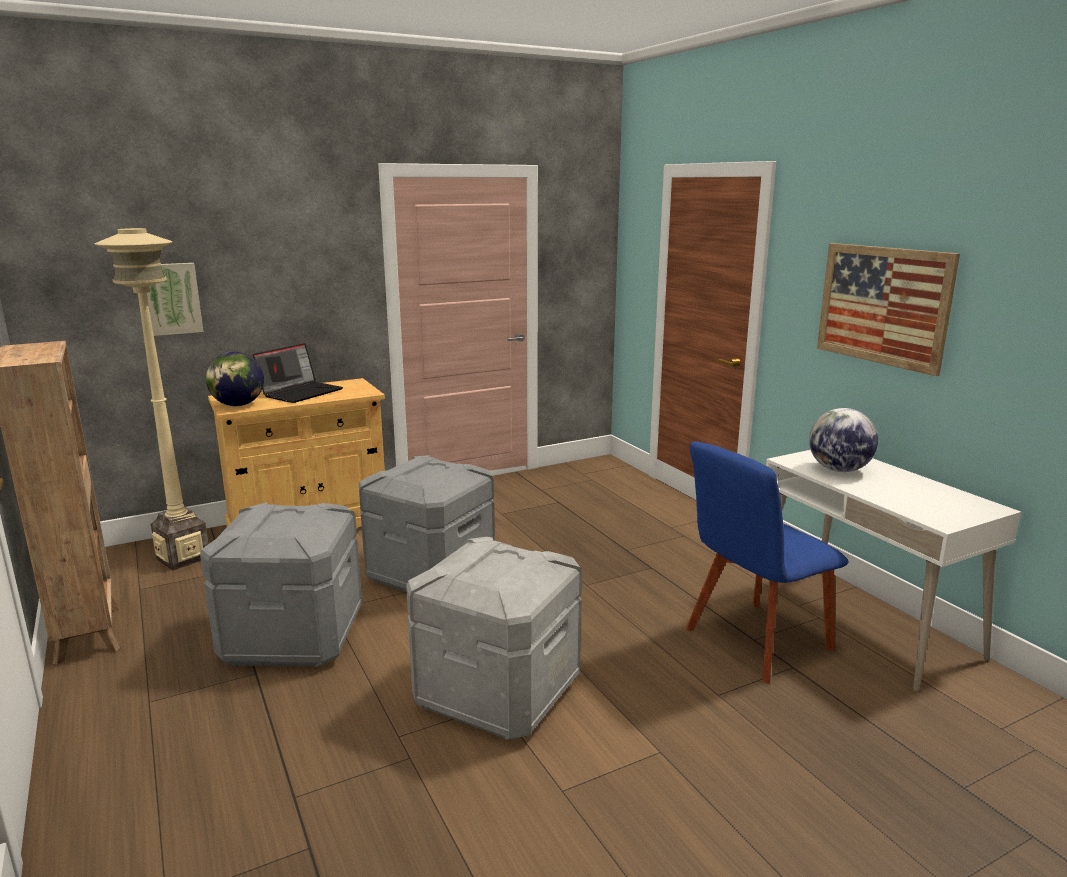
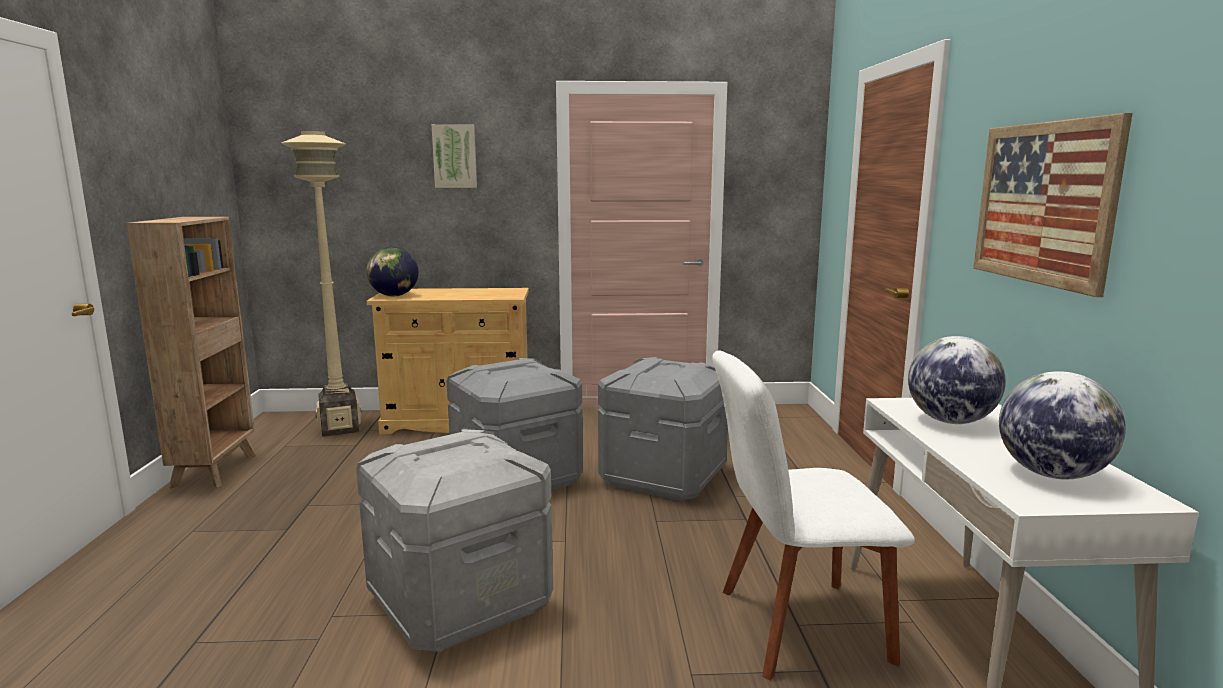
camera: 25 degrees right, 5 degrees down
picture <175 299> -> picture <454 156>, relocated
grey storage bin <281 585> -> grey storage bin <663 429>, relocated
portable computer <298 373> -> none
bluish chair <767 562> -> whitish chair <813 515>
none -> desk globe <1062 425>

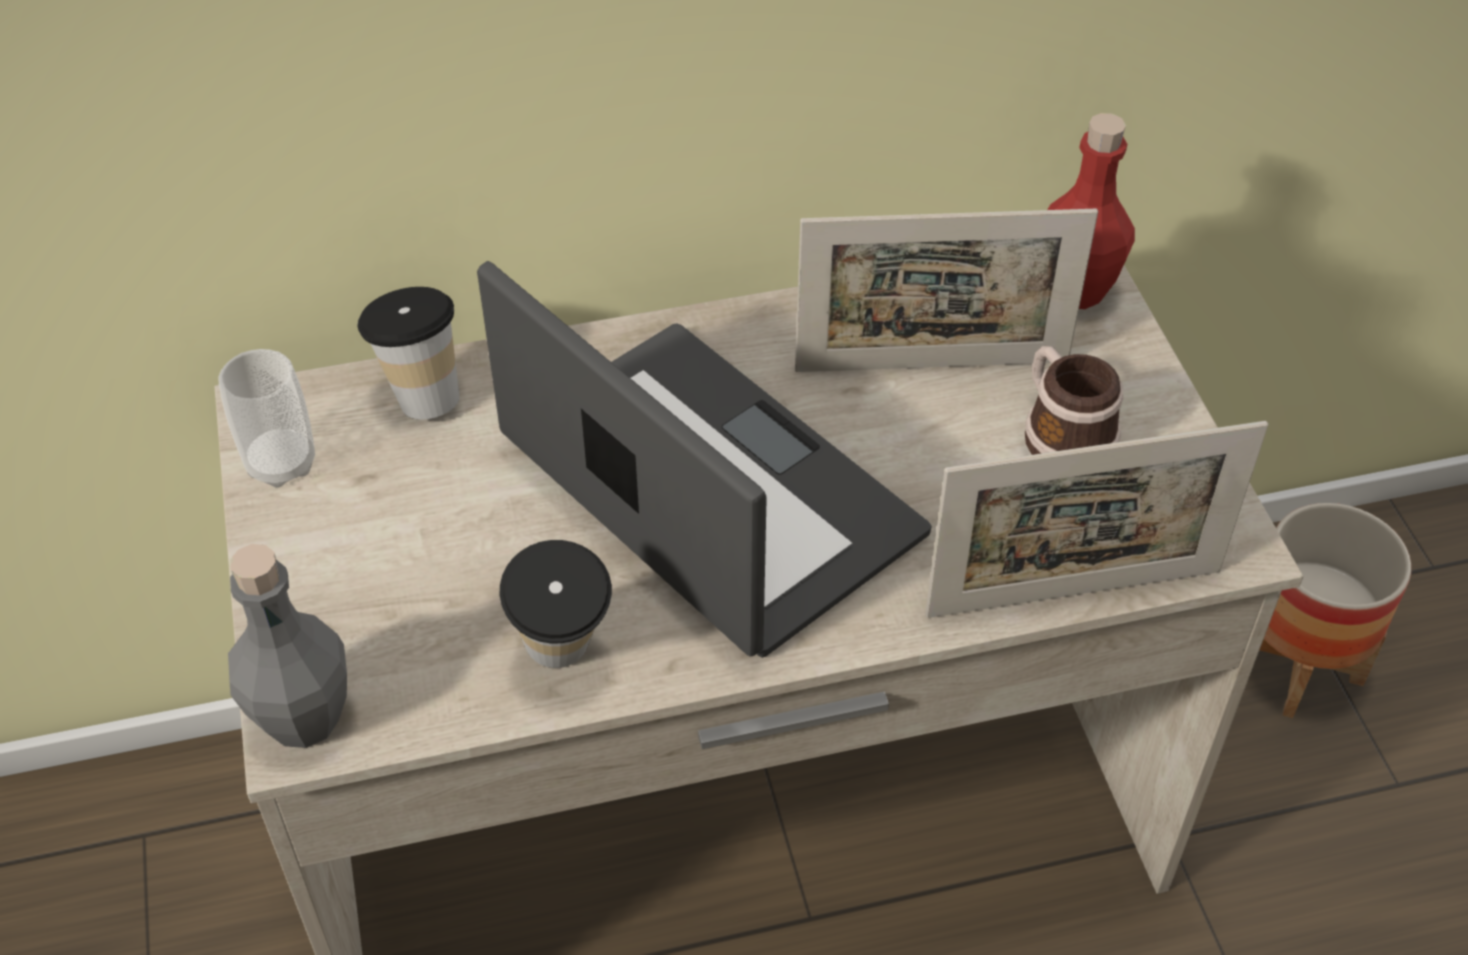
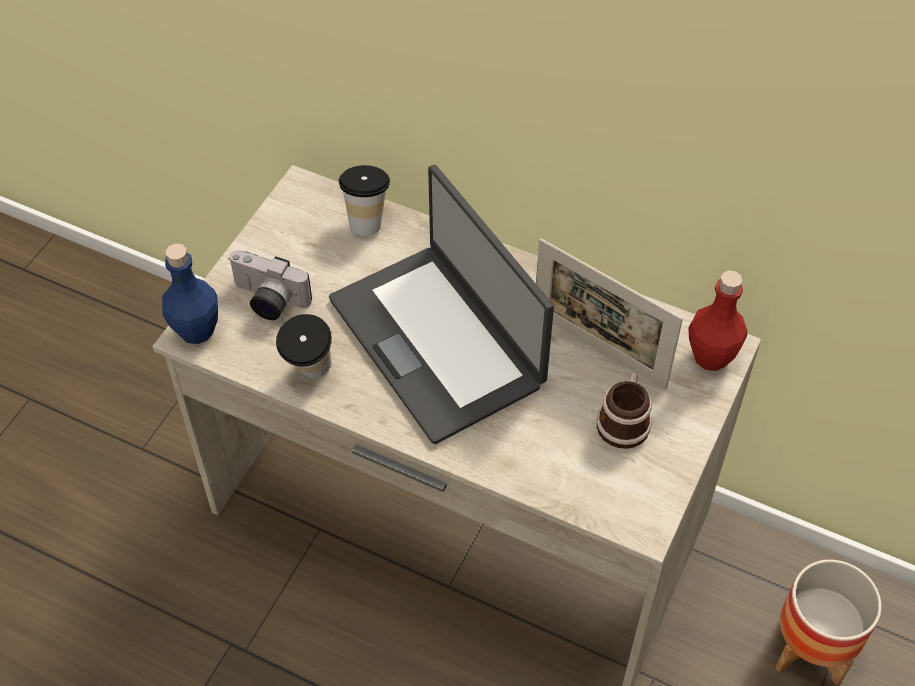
camera: 40 degrees right, 5 degrees up
drinking cup <266 418> -> none
grey drink bottle <287 646> -> bluish drink bottle <190 294>
portable computer <704 459> -> portable computer <441 304>, 150 degrees clockwise
standing frame <1096 519> -> none
none -> still camera <270 285>

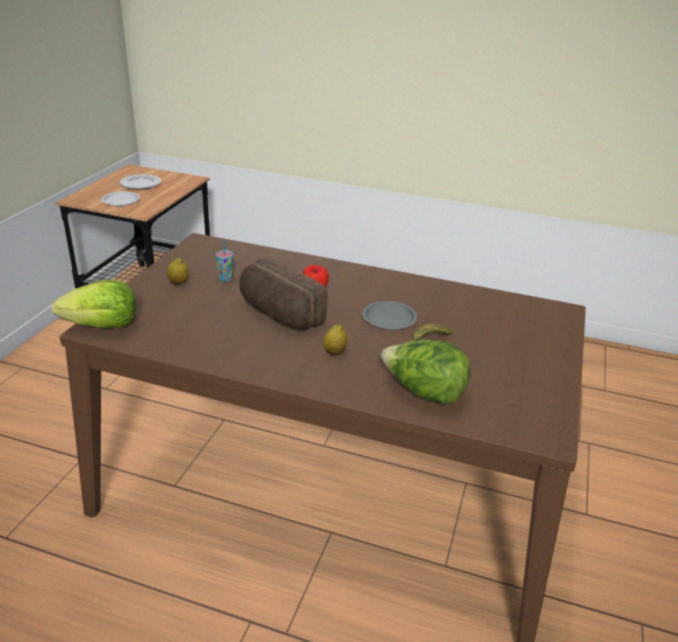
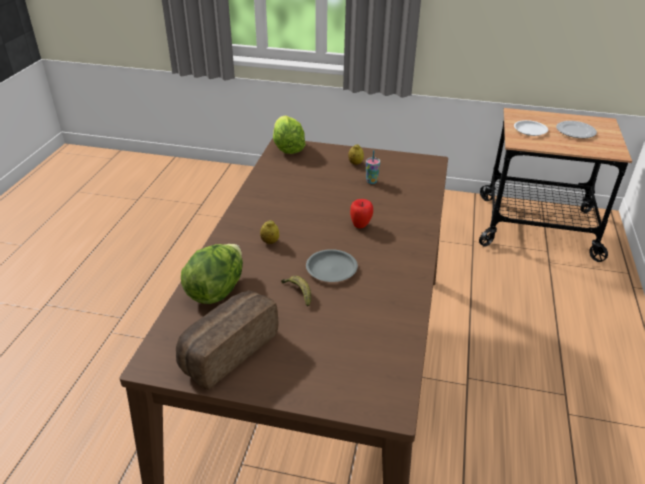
camera: 85 degrees right, 5 degrees up
bread <283 293> -> bread <227 340>, relocated

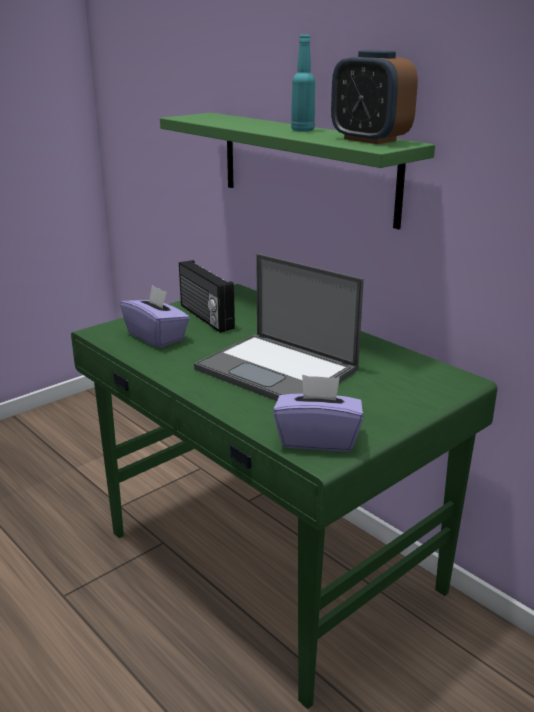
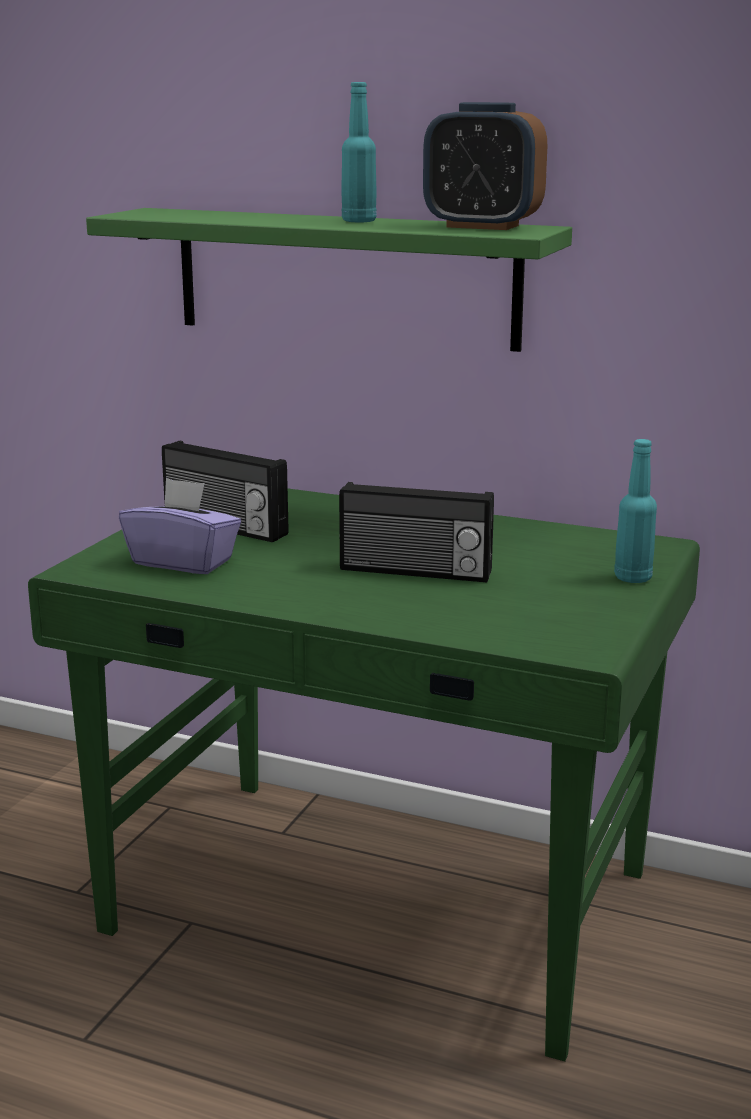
camera: 25 degrees left, 5 degrees down
portable computer <279 327> -> radio receiver <416 532>
purple tissue box <318 413> -> none
none -> turquoise-coloured drink bottle <635 511>

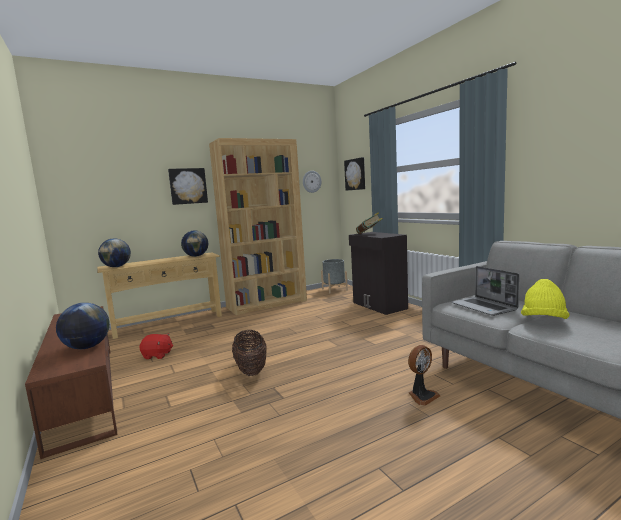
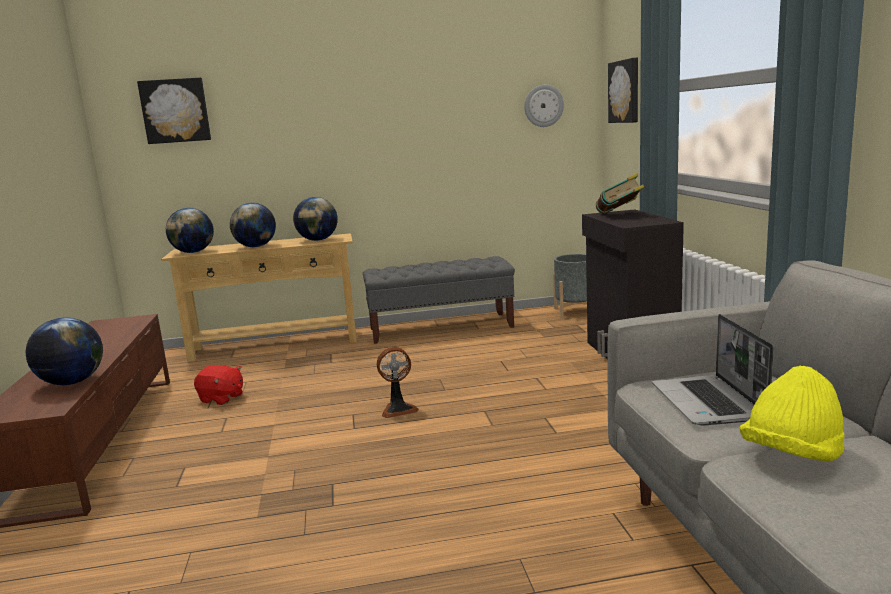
camera: 20 degrees right, 5 degrees up
picture <188 186> -> picture <174 110>, relocated
brown-coloured bookshelf <258 226> -> grey indoor bench <439 300>
basket <249 353> -> none
cooling fan <424 375> -> cooling fan <398 382>, relocated
none -> desk globe <253 225>

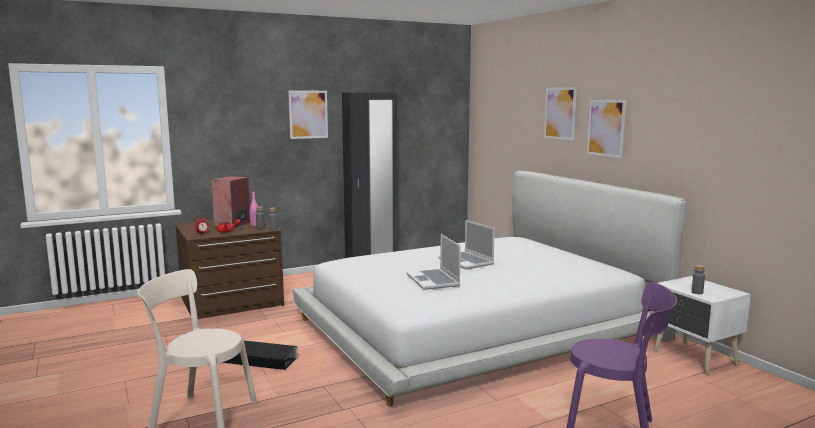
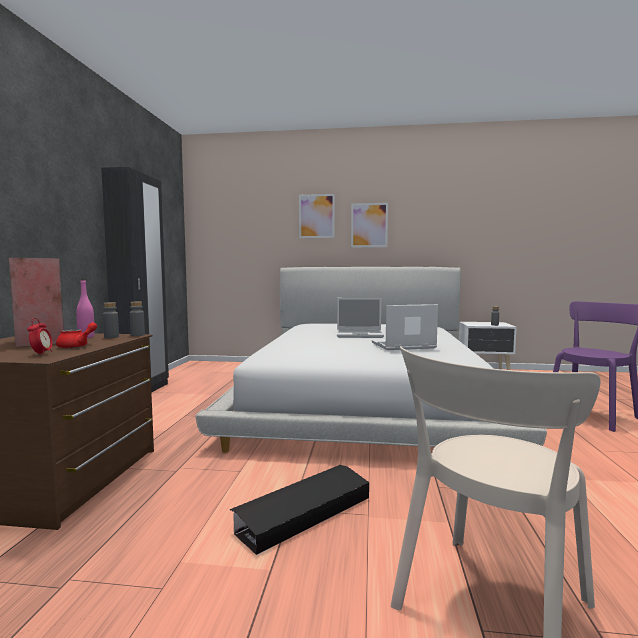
camera: 55 degrees left, 5 degrees down
picture <308 115> -> none
portable computer <434 262> -> portable computer <405 327>, 150 degrees clockwise

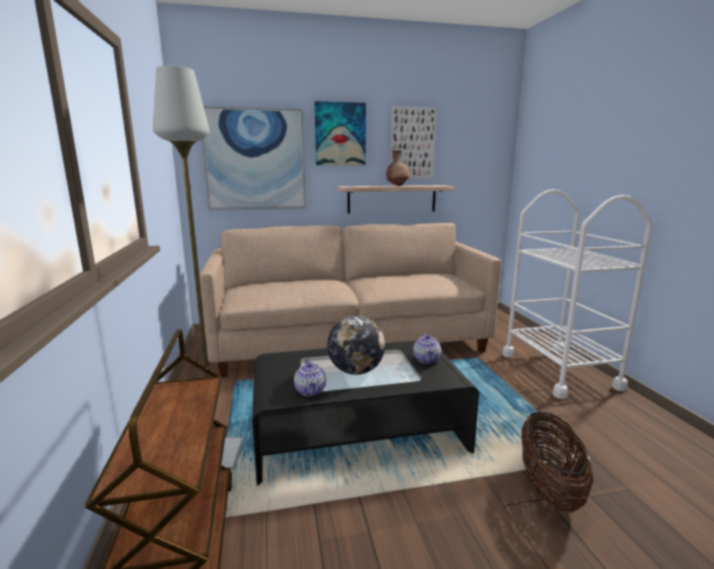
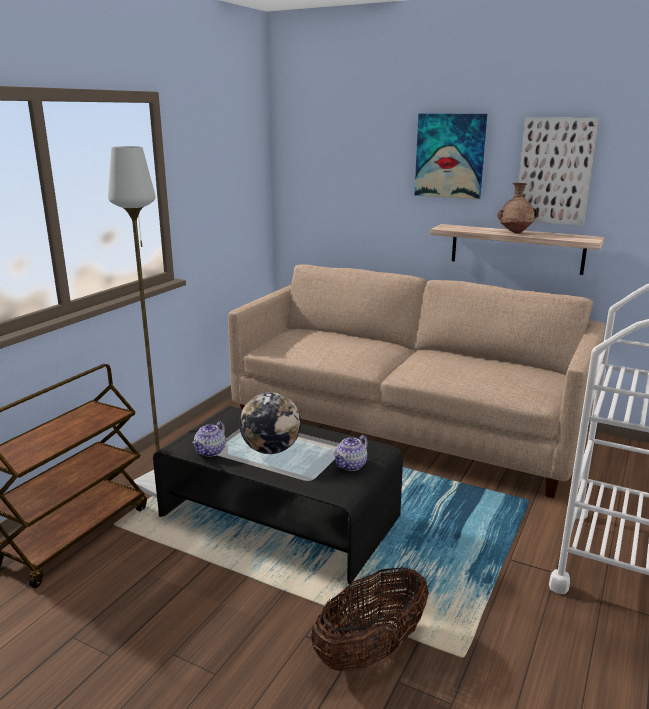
camera: 40 degrees right, 5 degrees up
picture <254 158> -> none

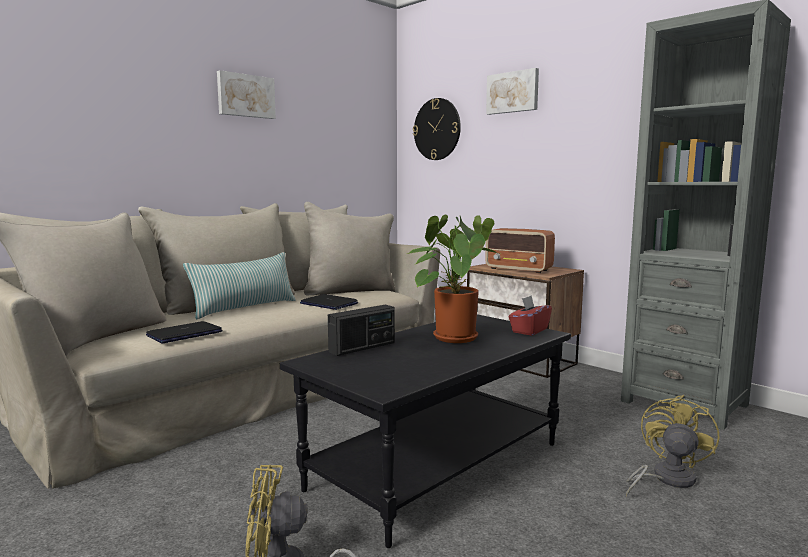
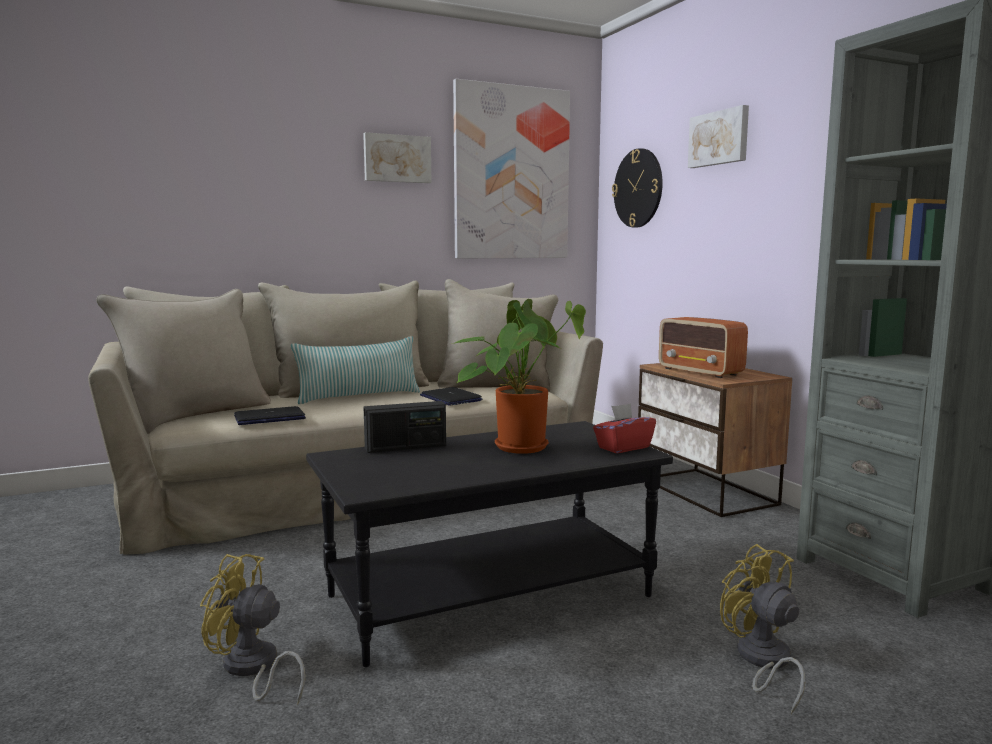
camera: 20 degrees right, 0 degrees up
yellow-coloured cooling fan <673 446> -> yellow-coloured cooling fan <763 629>, 75 degrees counterclockwise
none -> picture <511 168>

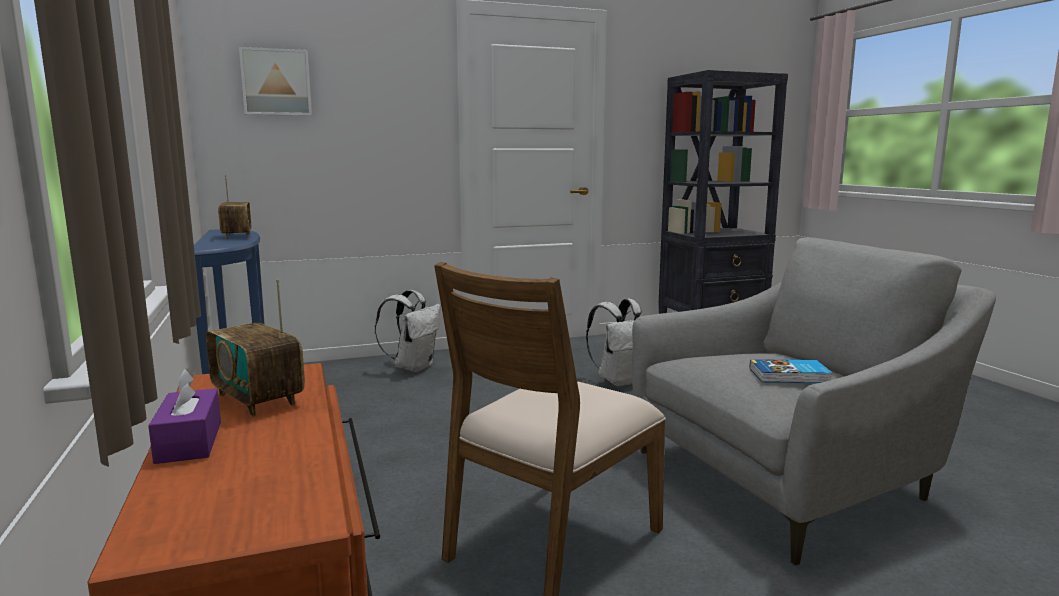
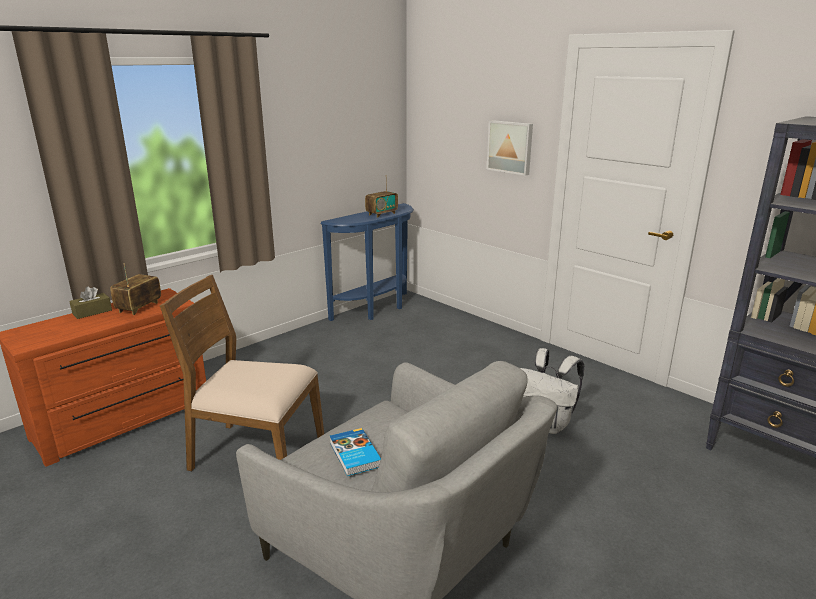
camera: 65 degrees right, 10 degrees up
purple tissue box <184 416> -> brown-coloured tissue box <90 302>
picture <275 81> -> picture <510 148>, relocated
whitish backpack <407 331> -> none

